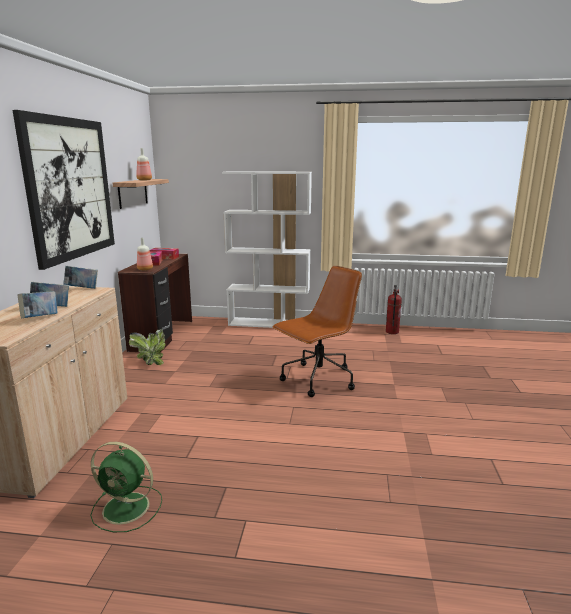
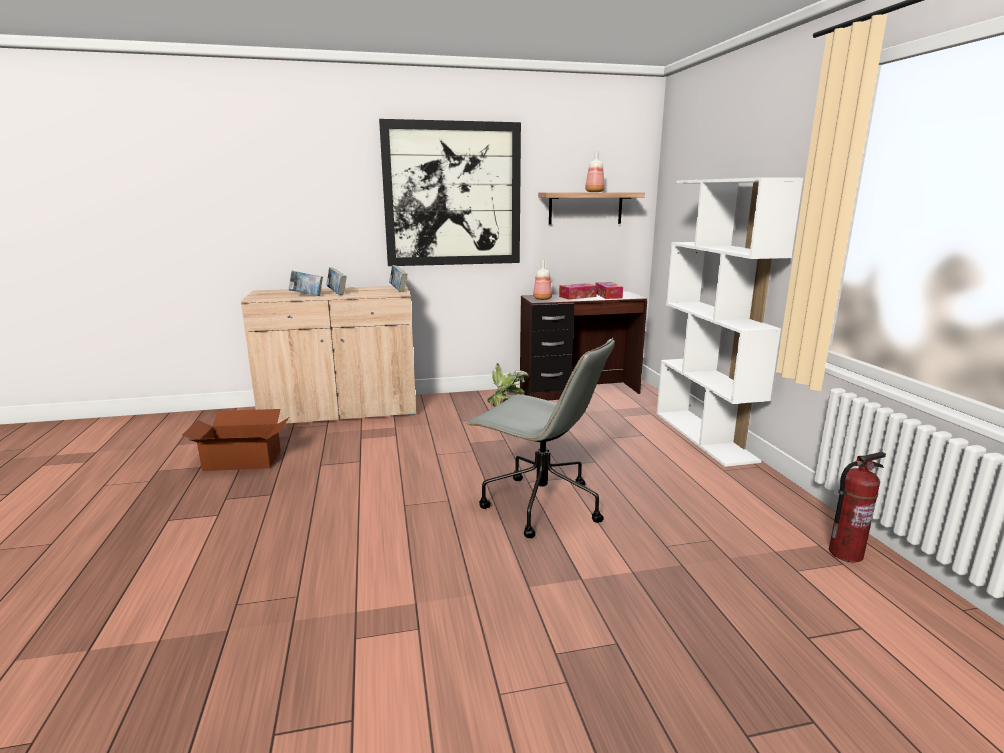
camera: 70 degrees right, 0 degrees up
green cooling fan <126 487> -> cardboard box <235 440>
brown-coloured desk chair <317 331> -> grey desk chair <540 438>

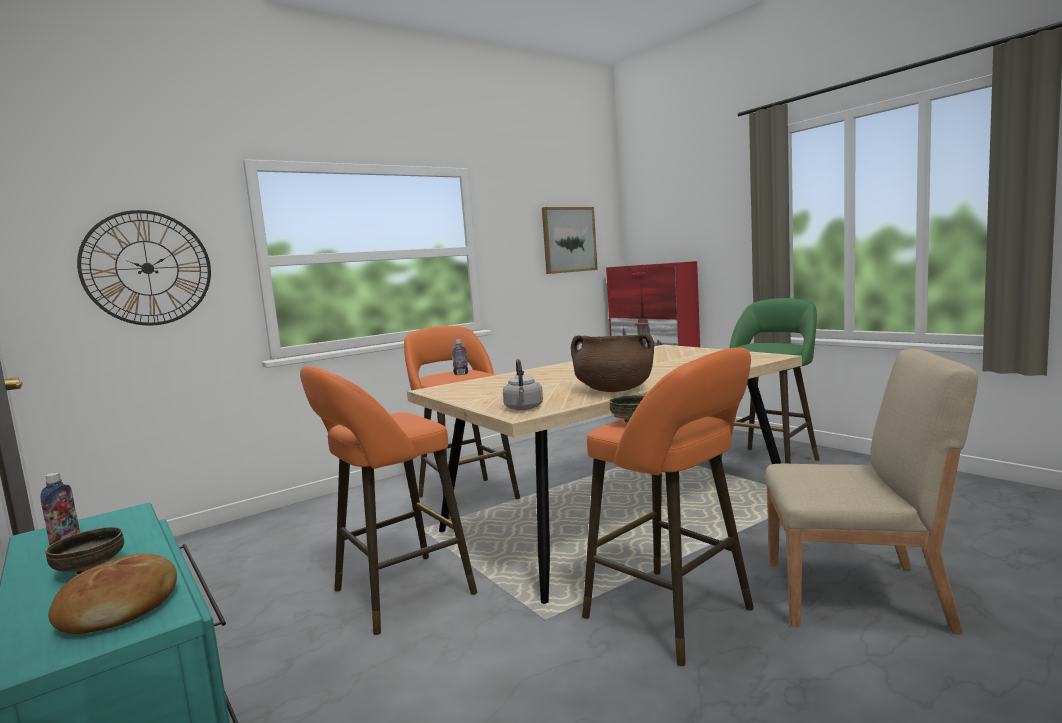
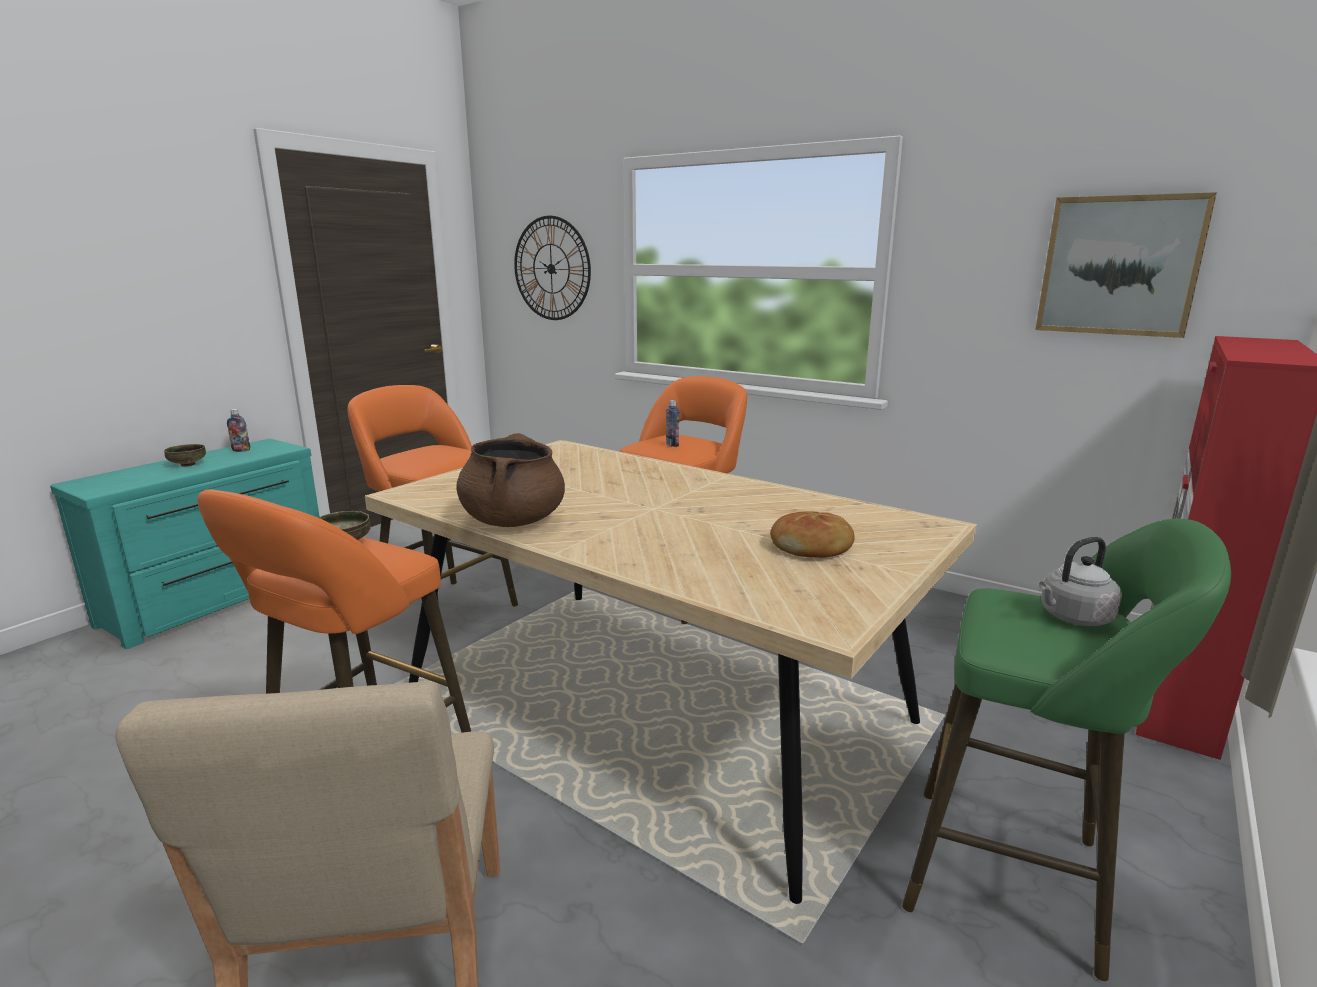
camera: 70 degrees right, 10 degrees up
bread <112 593> -> bread <812 535>, relocated
grey water kettle <523 384> -> grey water kettle <1080 581>, relocated

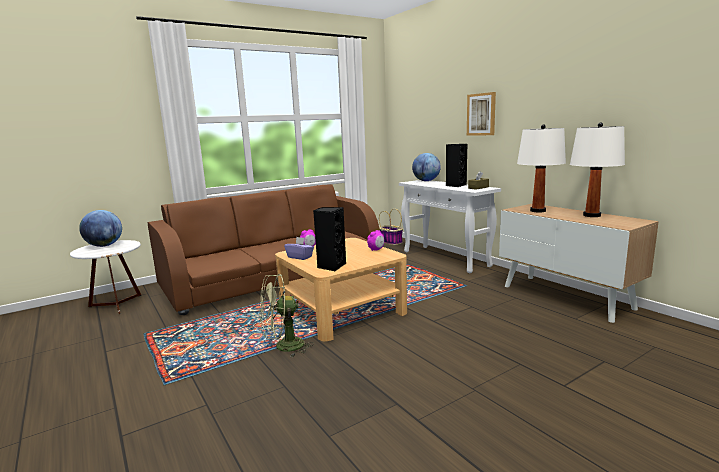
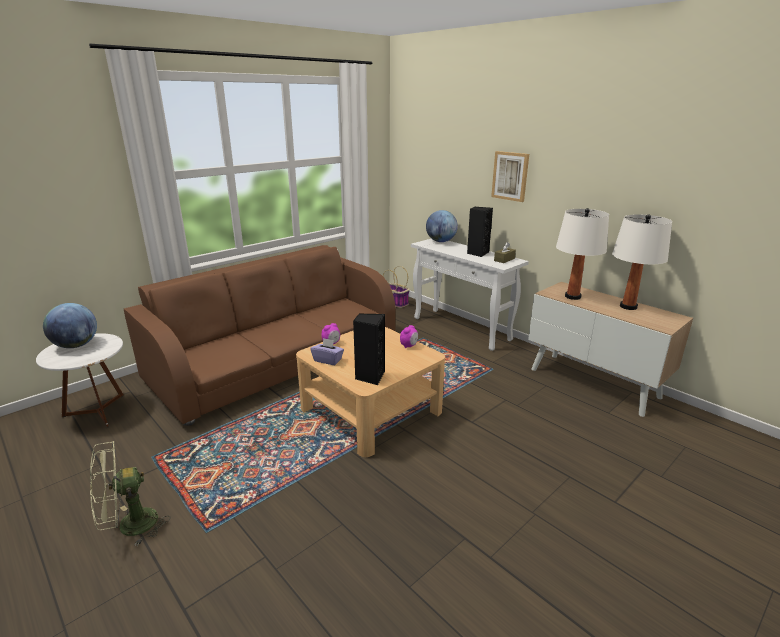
camera: 10 degrees left, 10 degrees up
green cooling fan <287 315> -> green cooling fan <130 493>, relocated

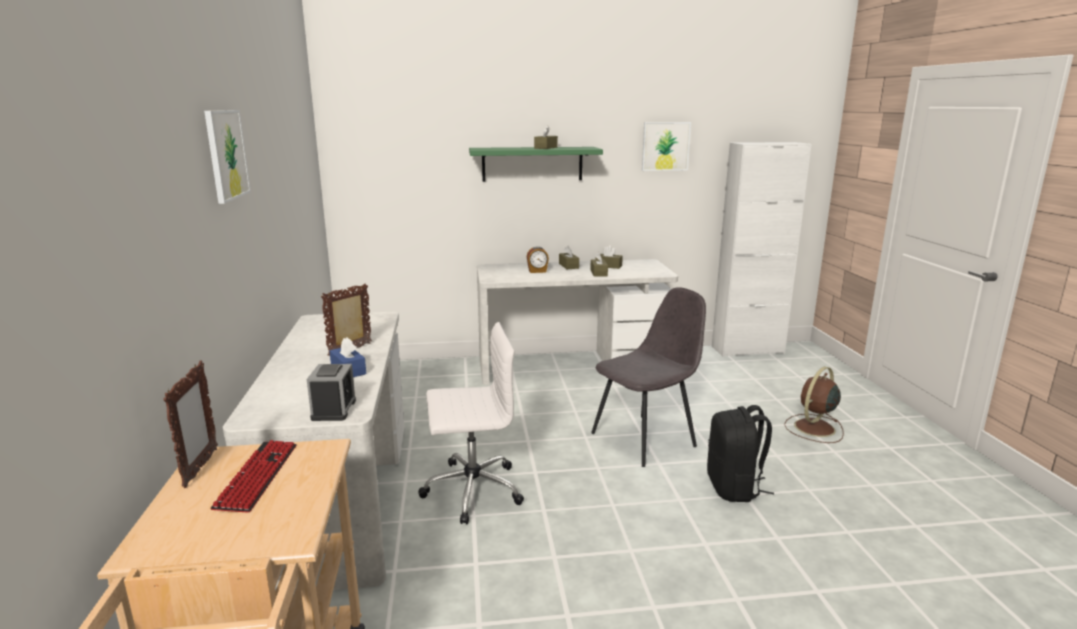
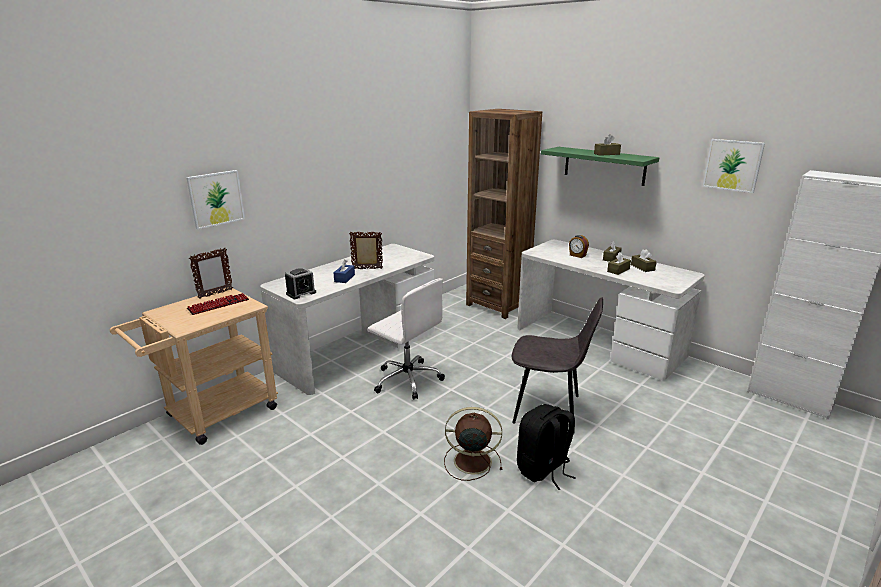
camera: 50 degrees right, 5 degrees up
picture <227 157> -> picture <215 200>, relocated
brown-coloured cooling fan <814 405> -> brown-coloured cooling fan <473 444>, relocated
none -> brown-coloured bookshelf <504 214>

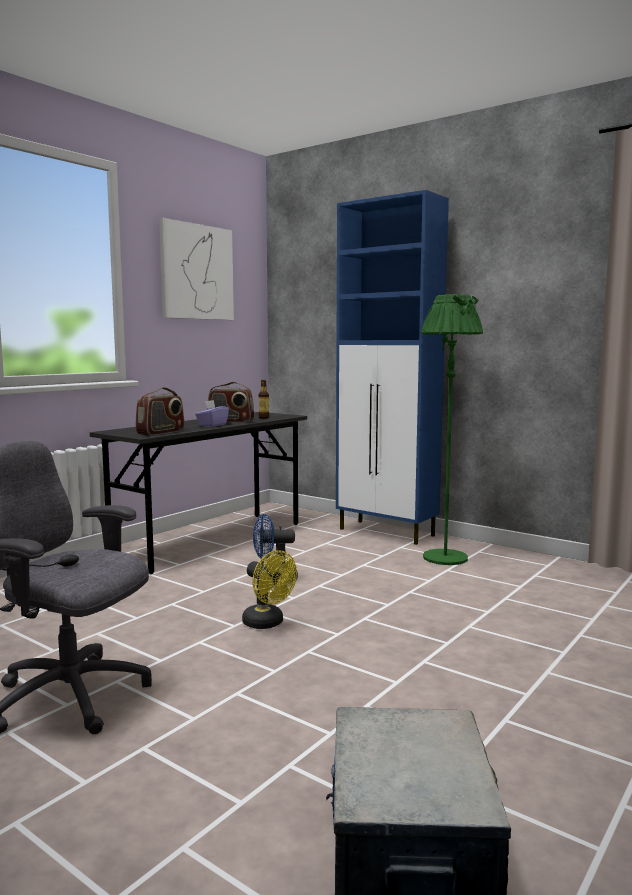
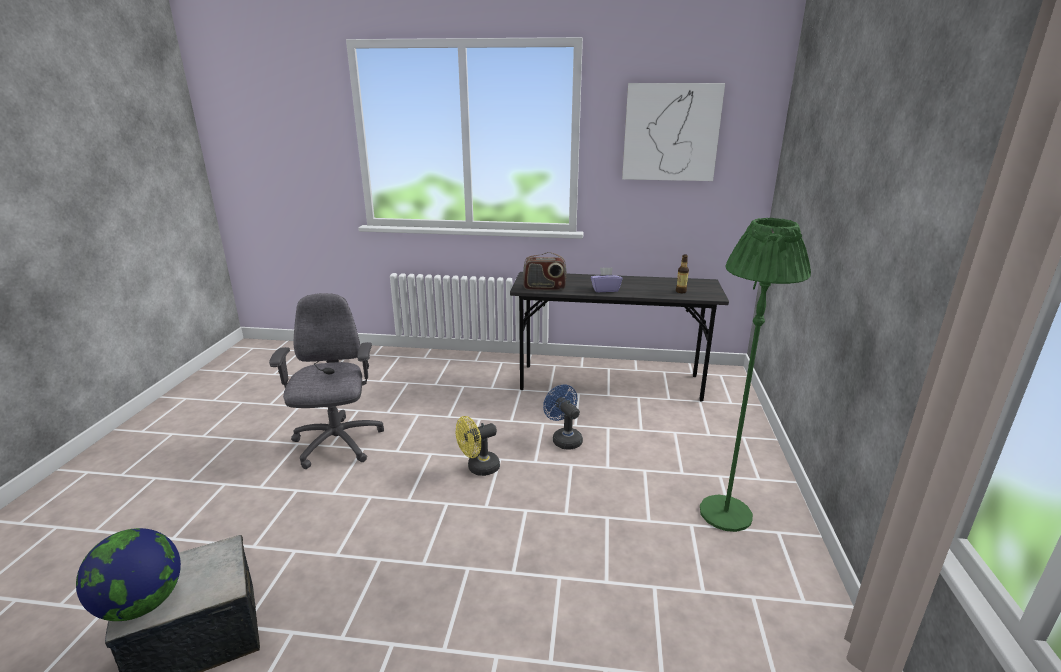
camera: 60 degrees right, 15 degrees up
radio receiver <230 402> -> none
yellow-coloured cooling fan <269 589> -> yellow-coloured cooling fan <478 446>, 45 degrees clockwise
bluish cabinet <392 367> -> none
none -> desk globe <128 574>

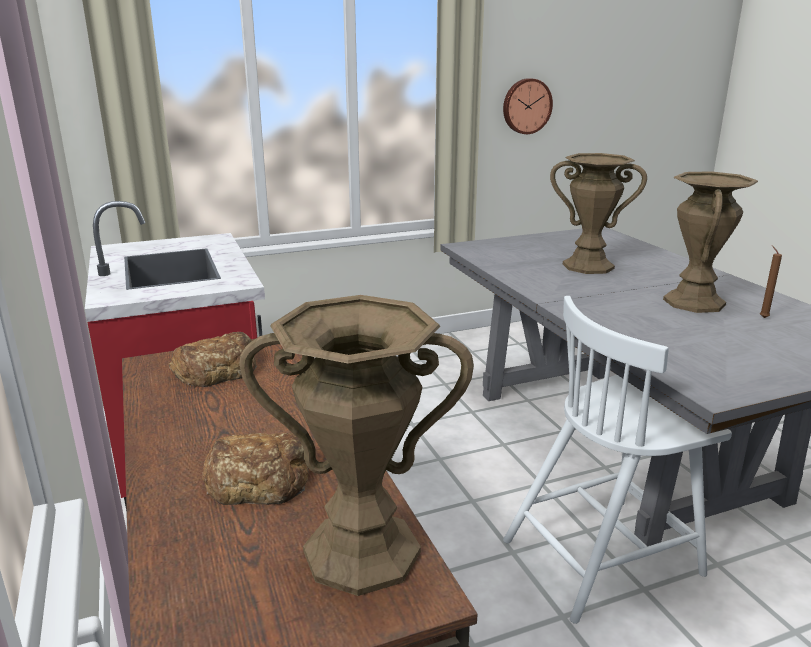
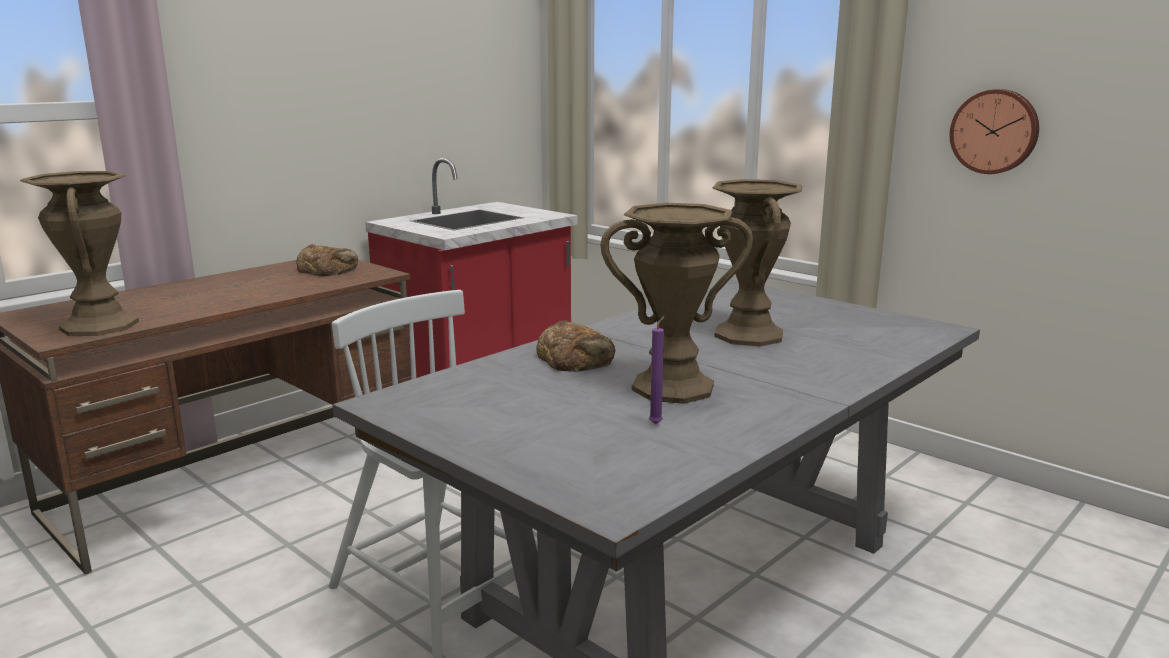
camera: 65 degrees right, 5 degrees down
bread <255 469> -> bread <575 346>, relocated
brown-coloured candle <771 281> -> purple candle <657 370>

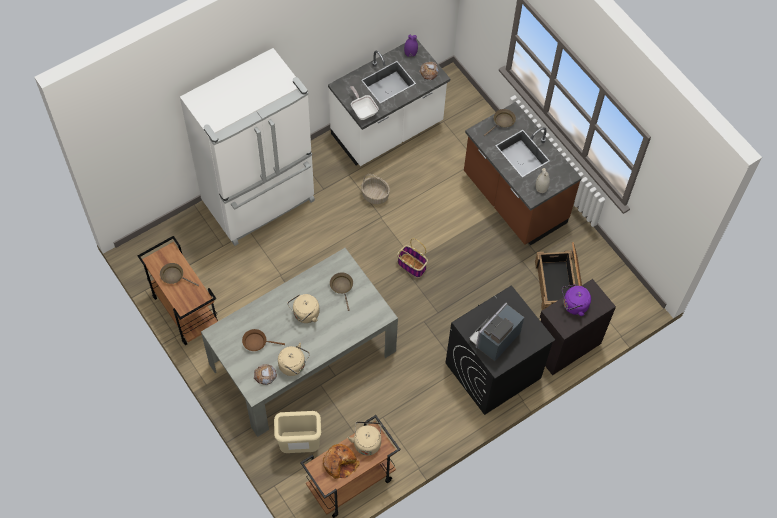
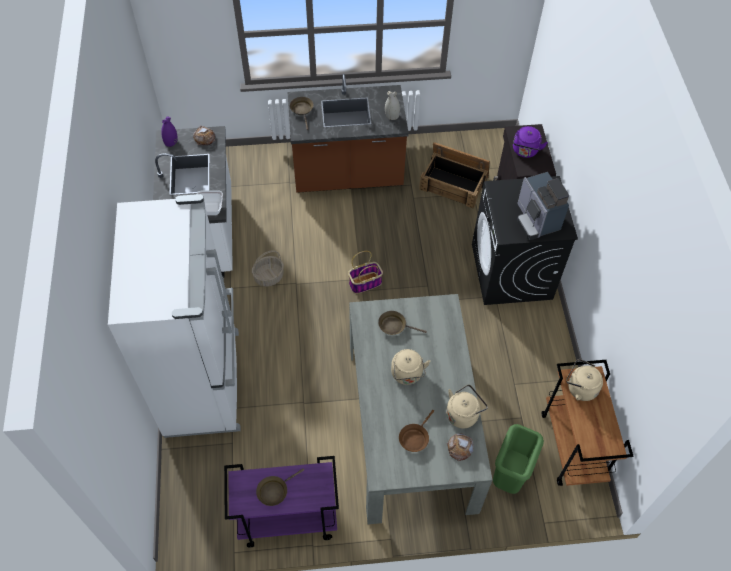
camera: 60 degrees left, 5 degrees down
brown-coloured wheeled cart <178 290> -> purple wheeled cart <281 502>
sand-coloured trash can <297 432> -> green trash can <518 459>
bread <341 461> -> none

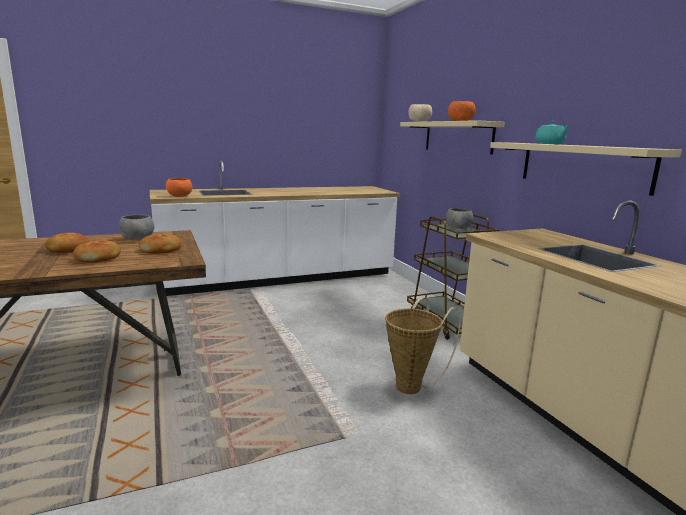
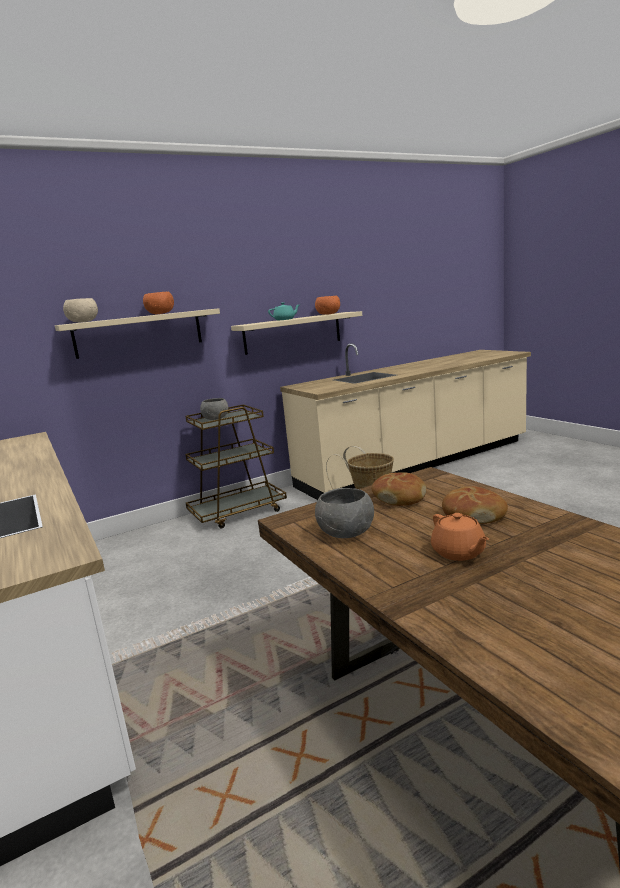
camera: 95 degrees left, 0 degrees up
bread <67 242> -> orange-coloured teapot <460 537>
orange-coloured bowl <179 187> -> orange-coloured bowl <327 305>, relocated

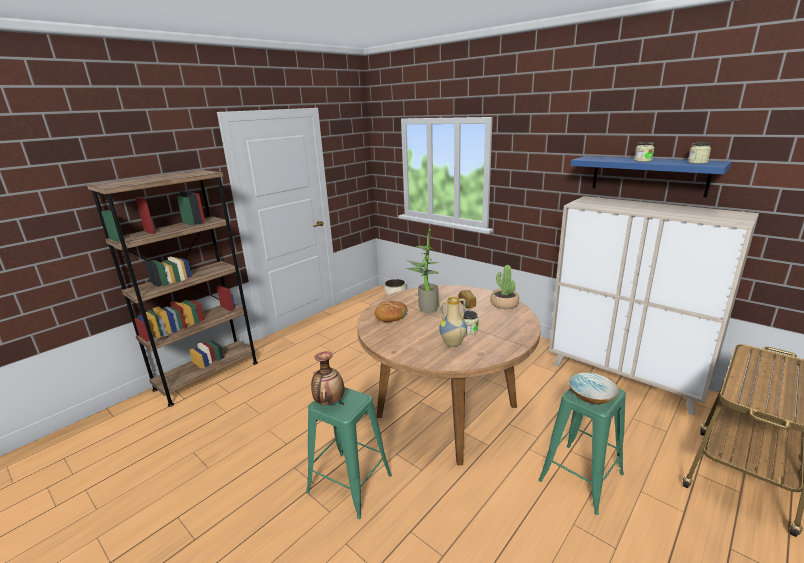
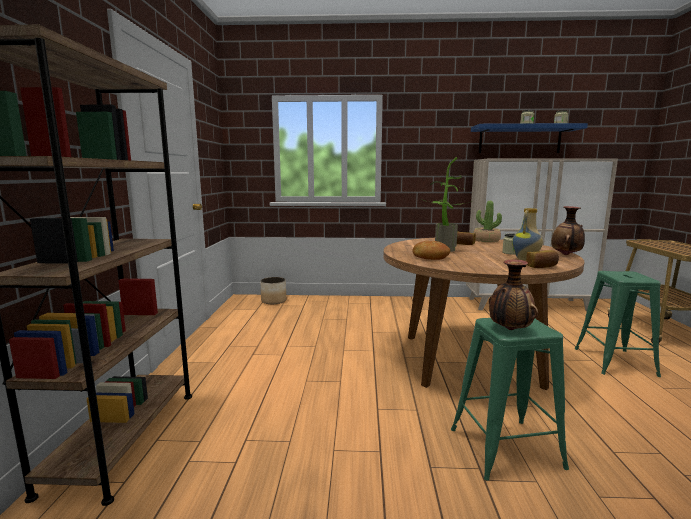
camera: 40 degrees left, 10 degrees down
bowl <593 388> -> none
none -> bread <542 259>
none -> flower vase <568 230>

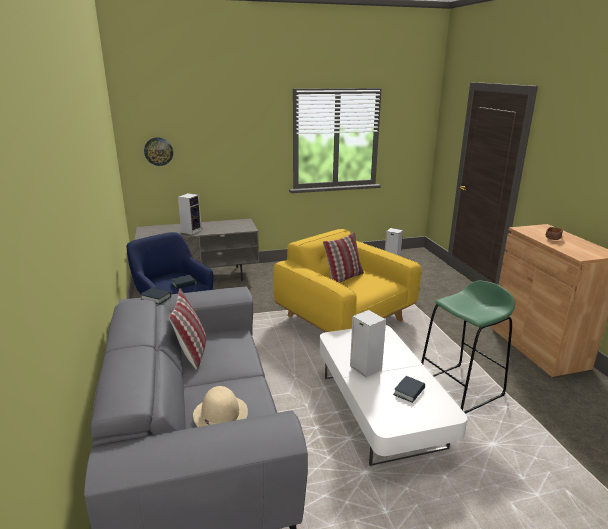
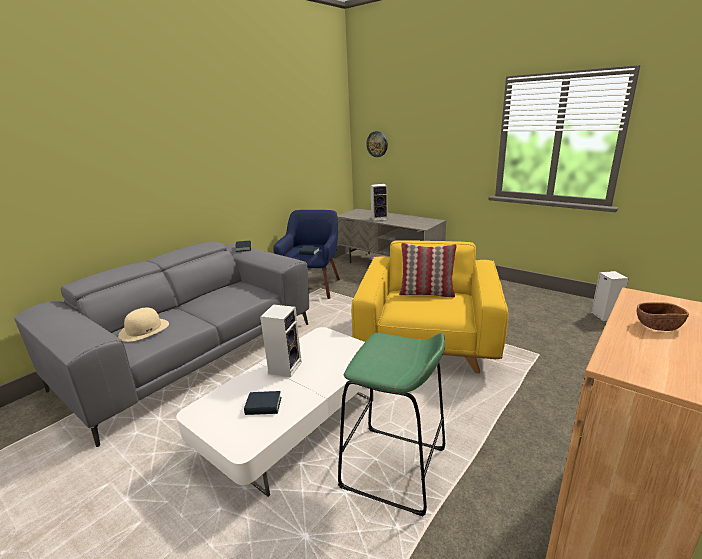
camera: 55 degrees right, 0 degrees up
pillow <187 329> -> none

